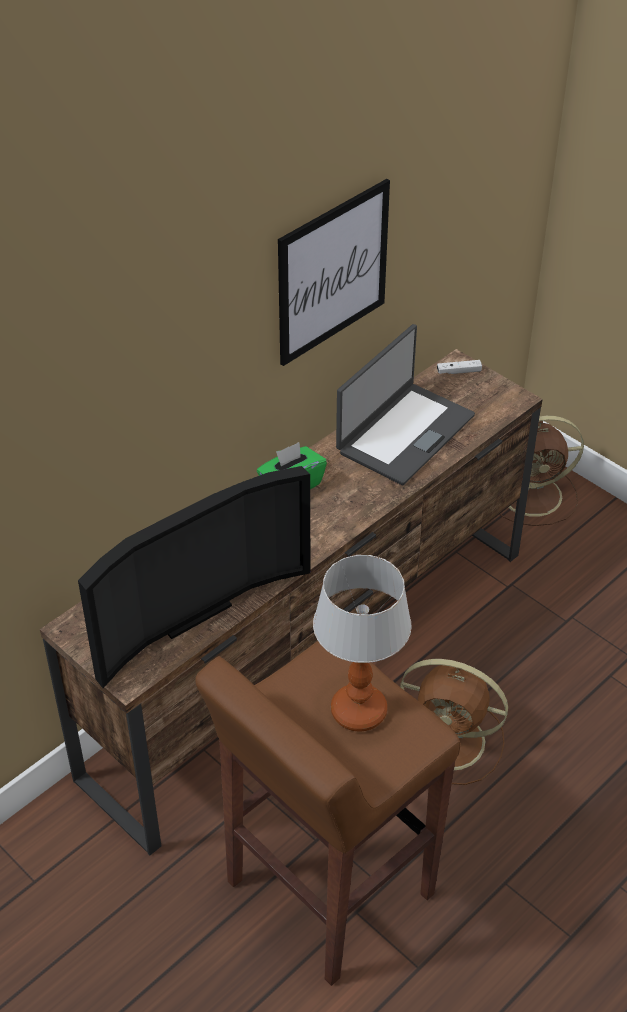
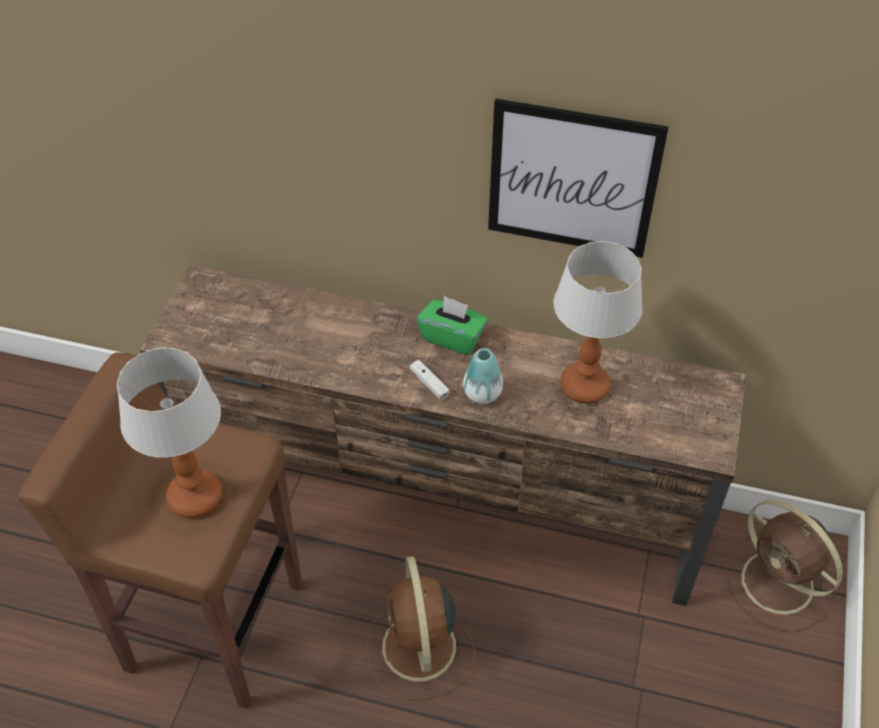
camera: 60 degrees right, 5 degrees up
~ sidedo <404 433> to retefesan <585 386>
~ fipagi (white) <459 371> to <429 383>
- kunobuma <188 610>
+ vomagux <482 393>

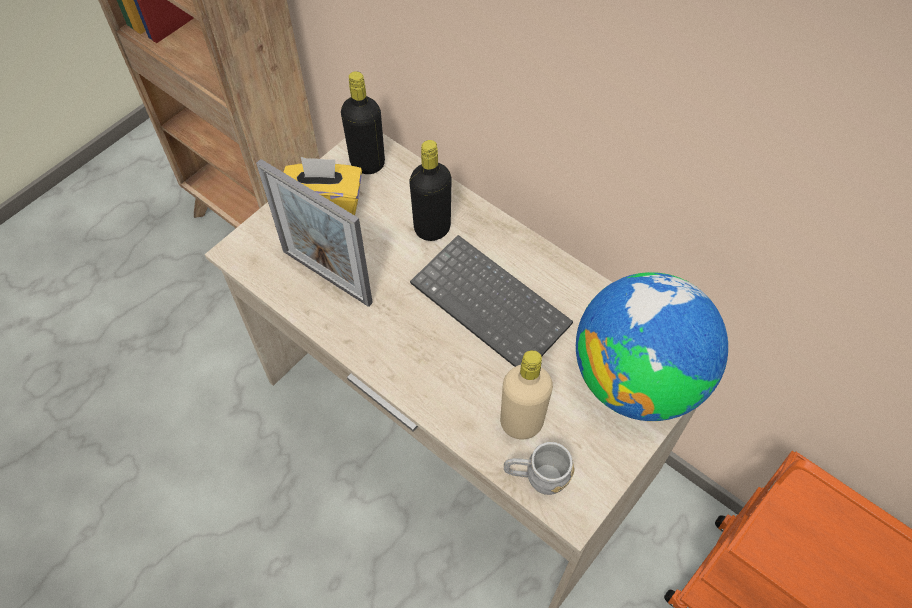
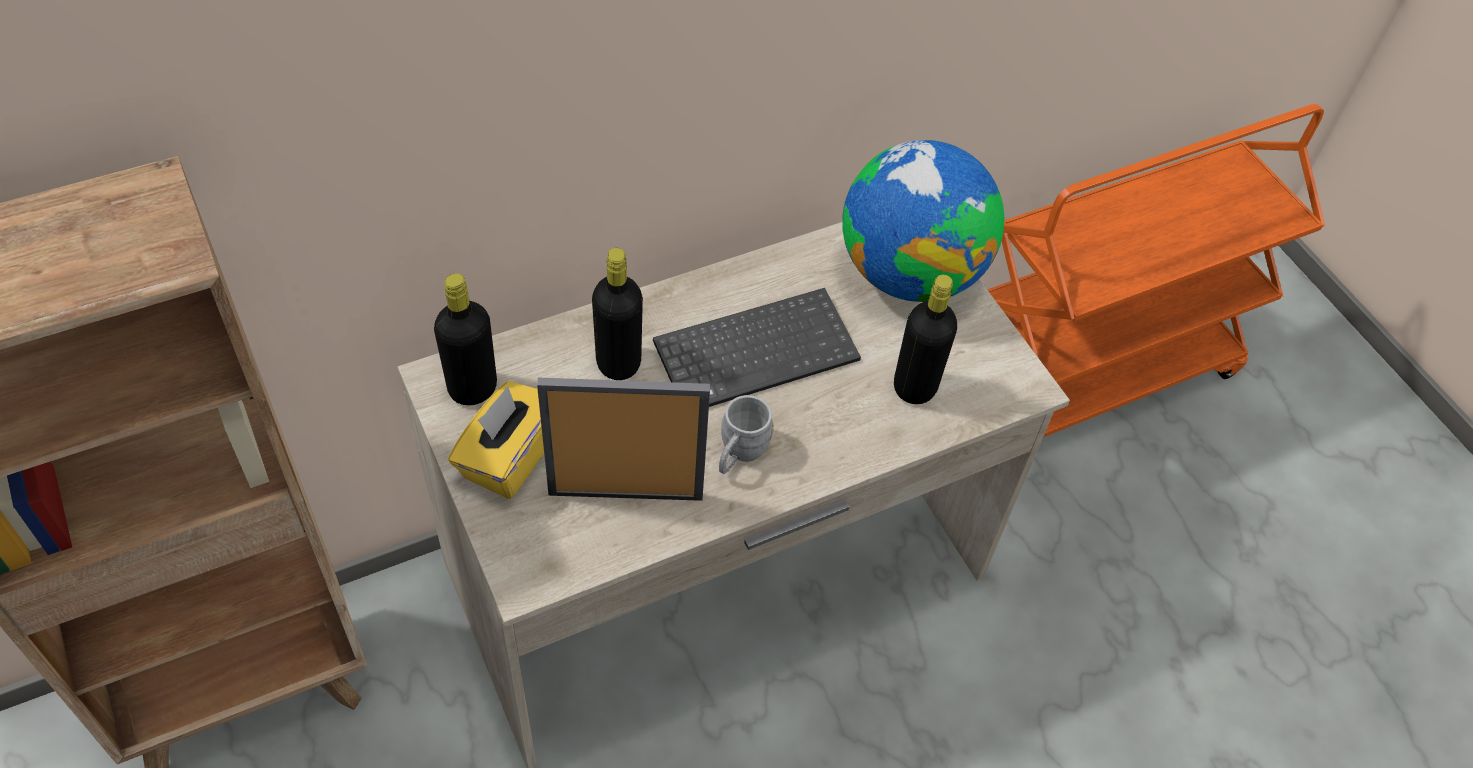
camera: 70 degrees left, 5 degrees down
~ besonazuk <327 277> = <625 494> 150 degrees counterclockwise
~ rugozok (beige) <521 423> to rugozok (black) <914 387>
~ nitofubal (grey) <536 477> to <739 454>

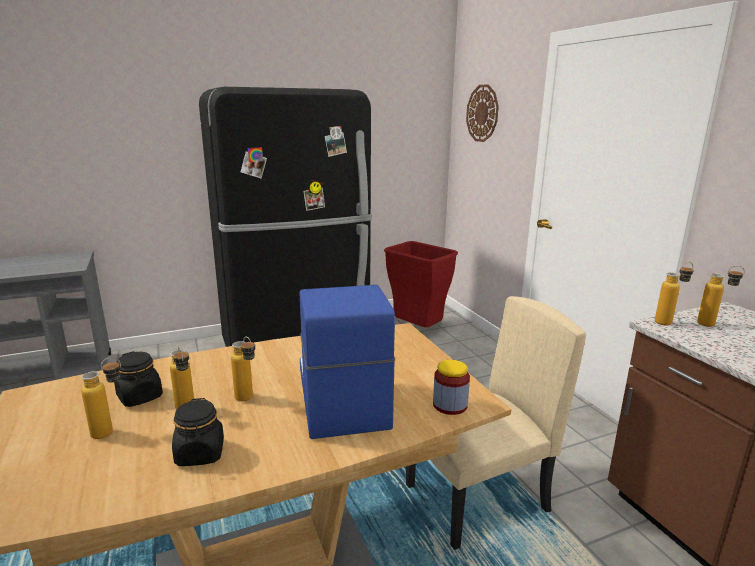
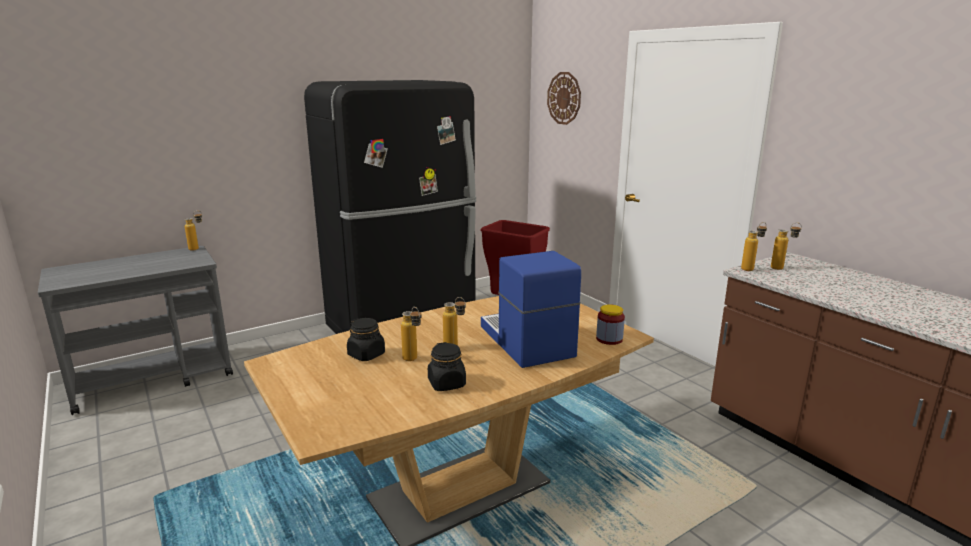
camera: 10 degrees left, 0 degrees up
- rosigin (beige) <477 499>
~ rugozok <111 431> to <198 248>

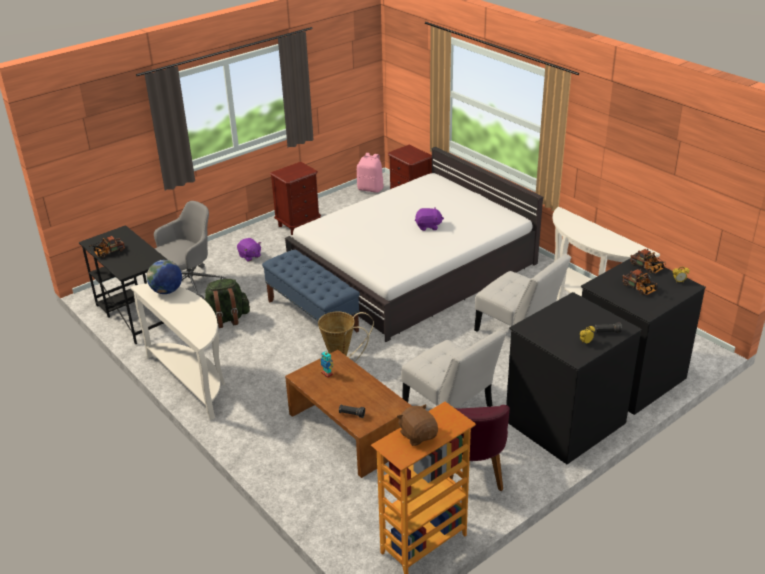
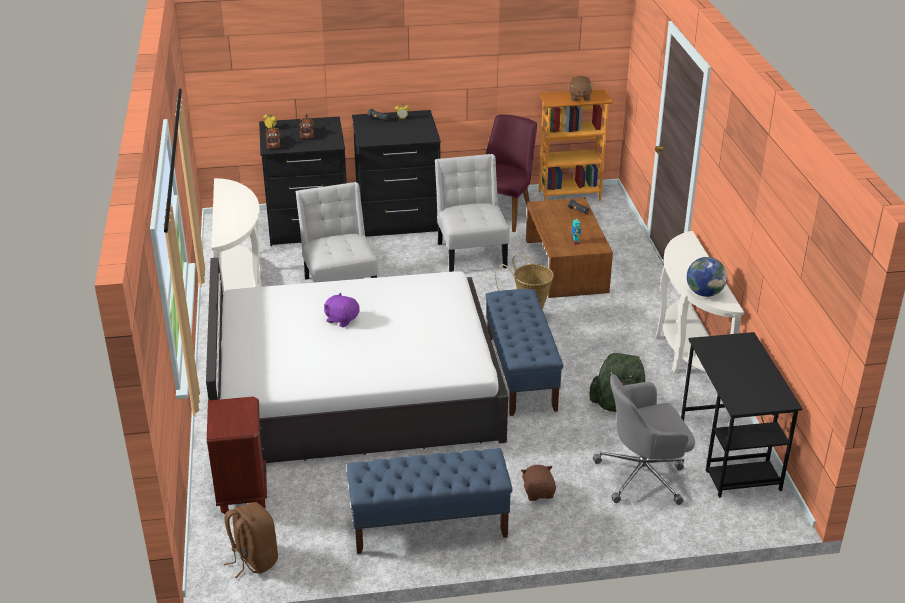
camera: 150 degrees left, 0 degrees up
~ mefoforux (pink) <370 189> to mefoforux (brown) <253 559>
~ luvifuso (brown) <299 225> to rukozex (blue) <428 526>
- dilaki <108 252>
~ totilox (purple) <249 256> to totilox (brown) <538 492>

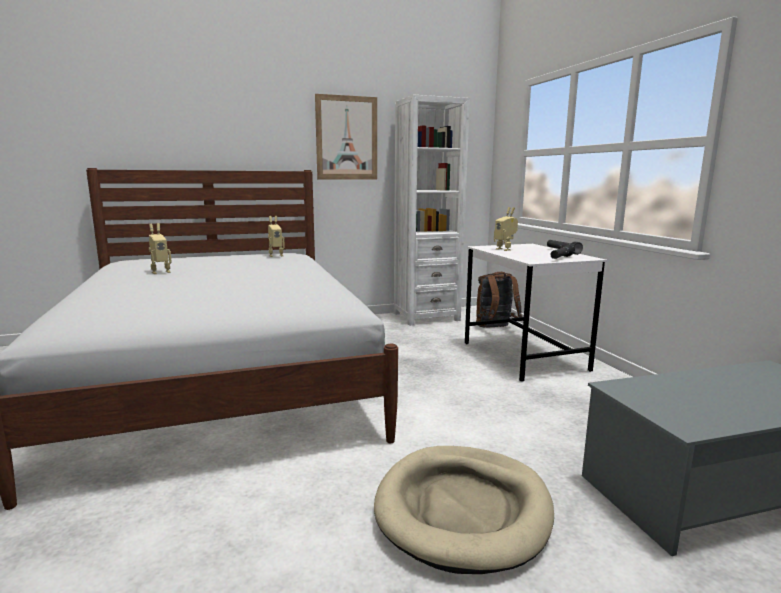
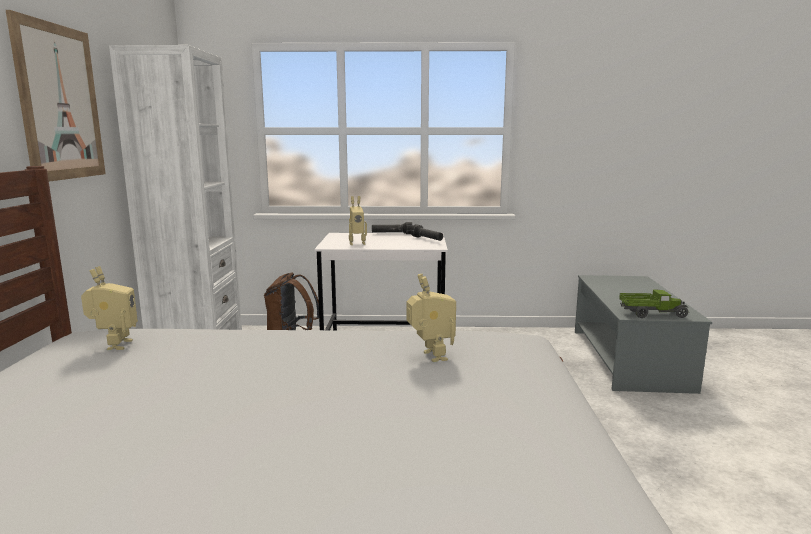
camera: 70 degrees left, 0 degrees up
~ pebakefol <160 272> to <430 356>
- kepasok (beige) <463 509>
+ dilaki <651 314>

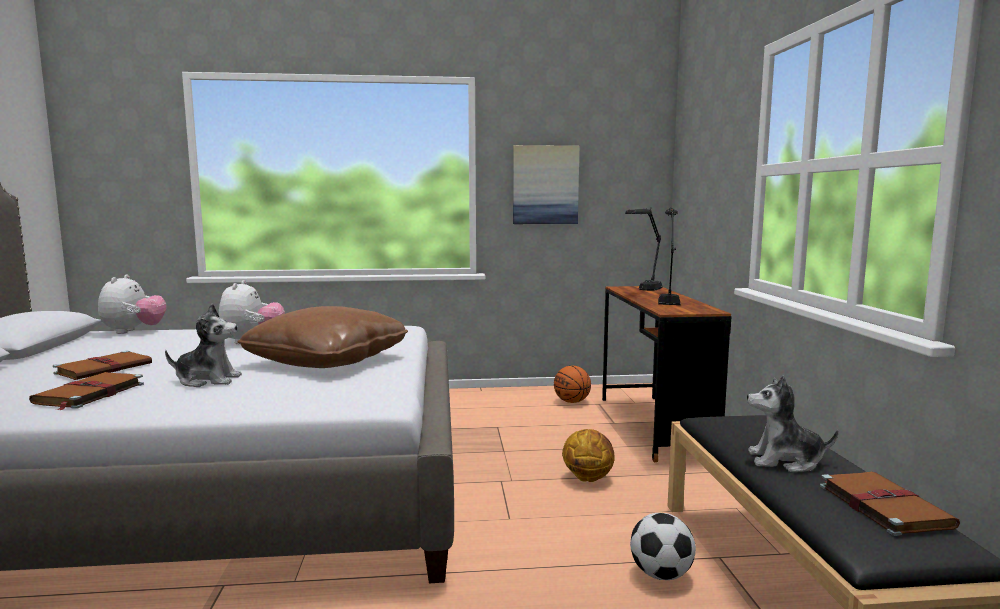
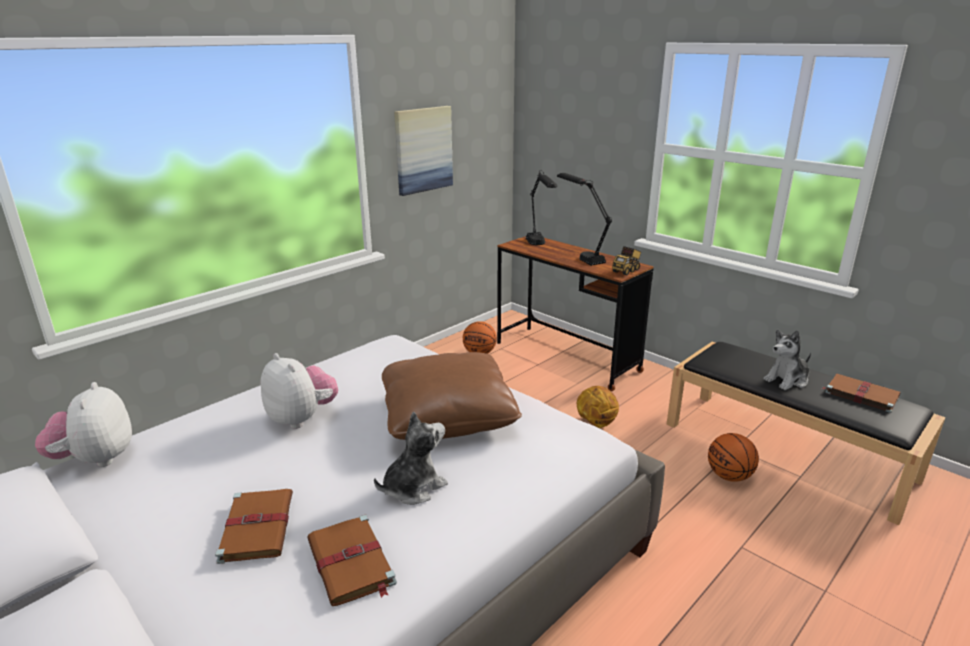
camera: 40 degrees left, 15 degrees up
~ totilox <133 331> = <95 459> 150 degrees counterclockwise
~ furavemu <661 575> to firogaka <729 476>
+ dilaki <626 271>

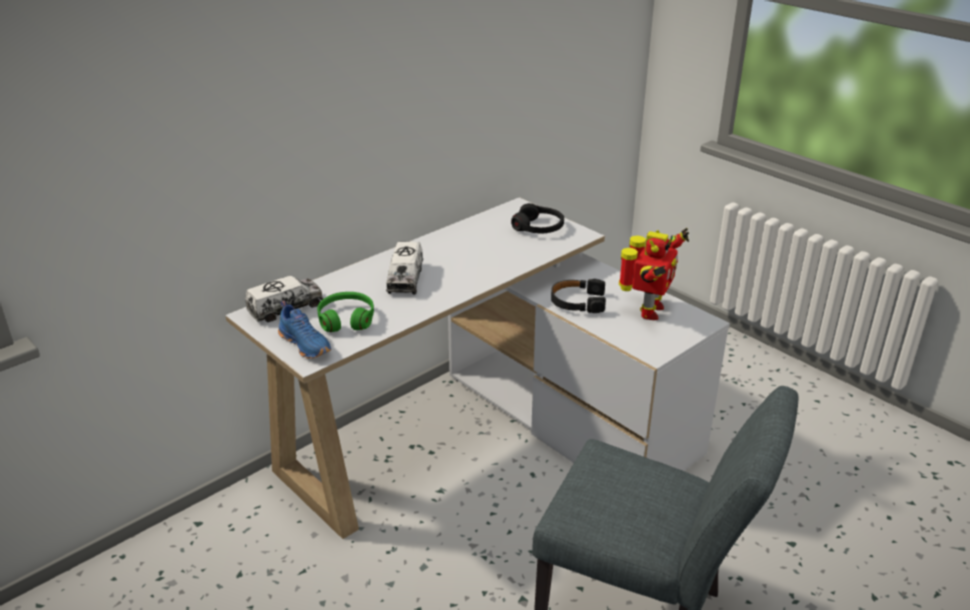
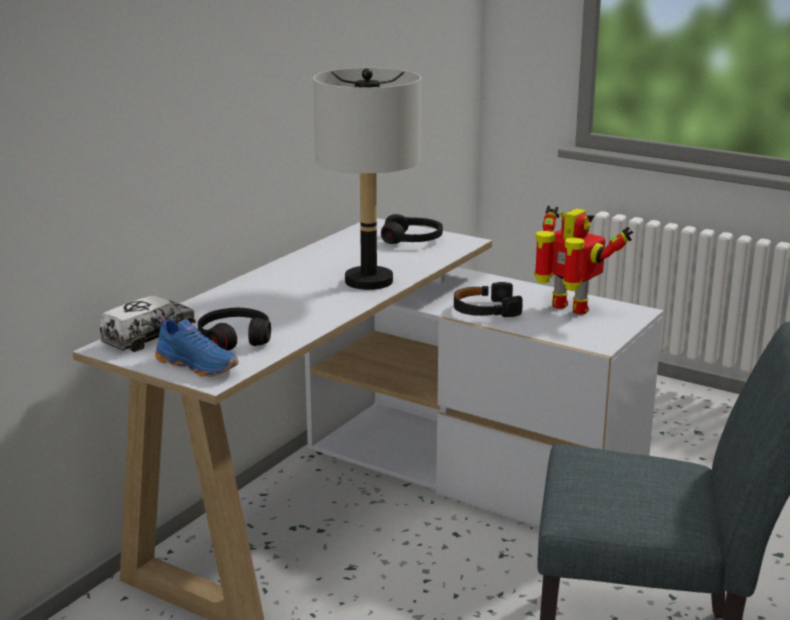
camera: 15 degrees left, 10 degrees down
~ pebakefol <648 311> = <569 309> 60 degrees counterclockwise
- dilaki <405 279>
~ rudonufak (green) <346 319> to rudonufak (black) <234 338>
+ retefesan (grey) <369 281>

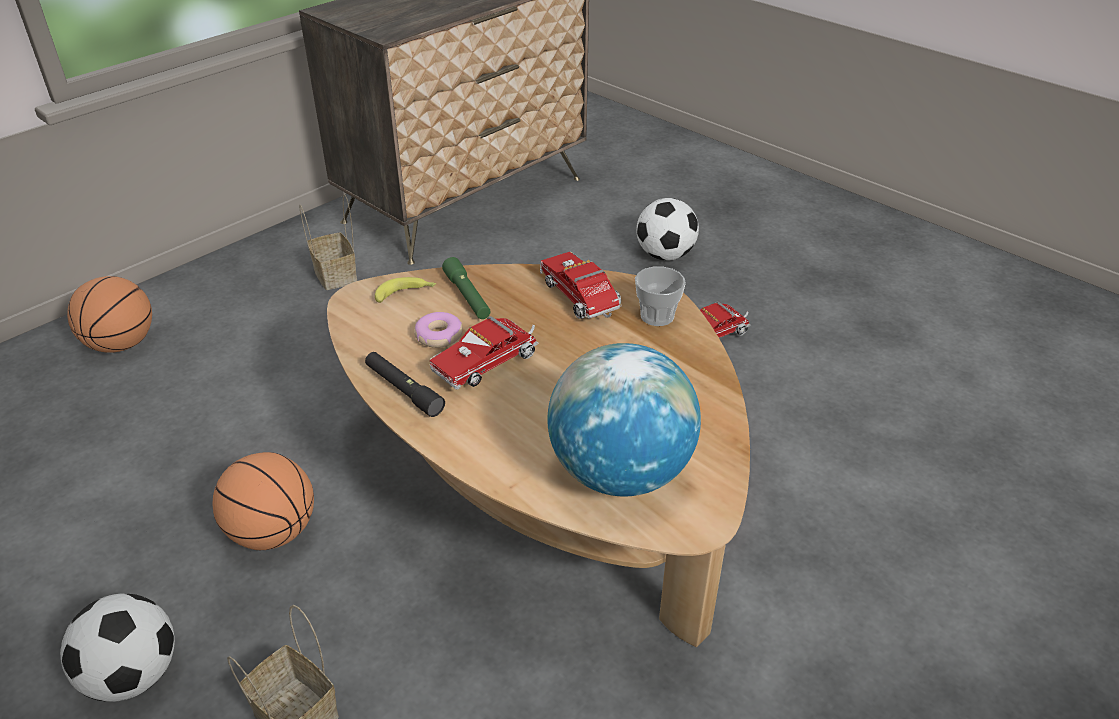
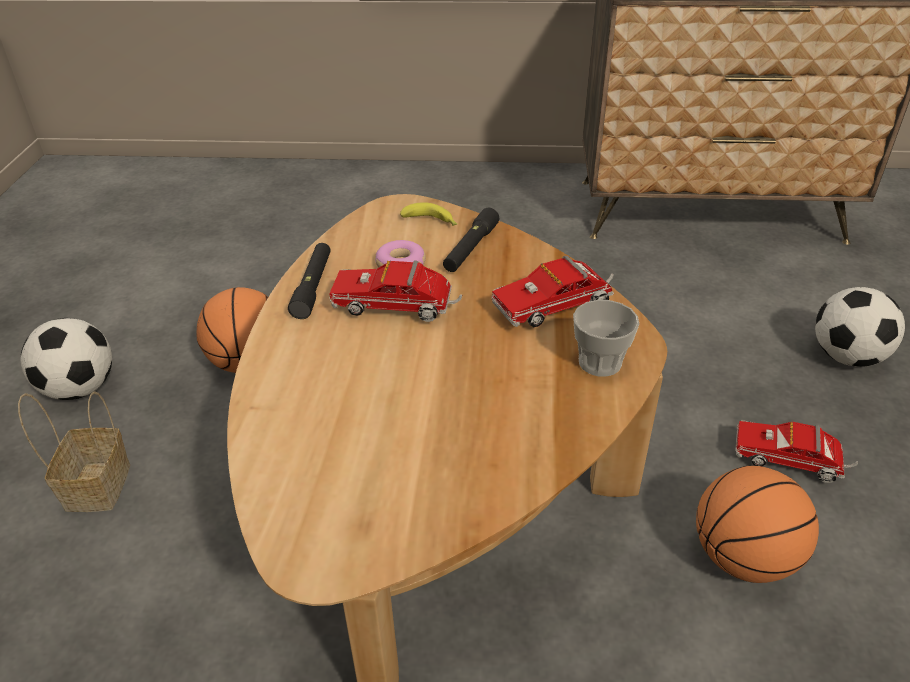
camera: 50 degrees right, 0 degrees up
- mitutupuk <337 276>
~ dilaki <582 299> = <556 306> 135 degrees counterclockwise
~ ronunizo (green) <467 296> to ronunizo (black) <470 248>
~ firogaka <121 344> to <743 558>
- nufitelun <620 472>

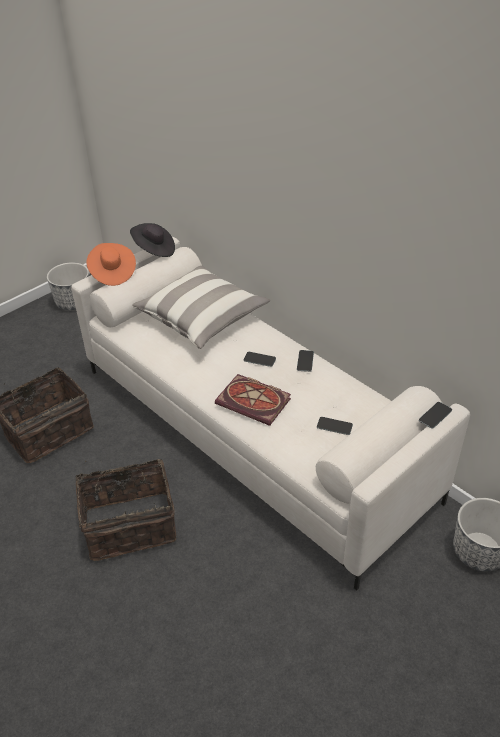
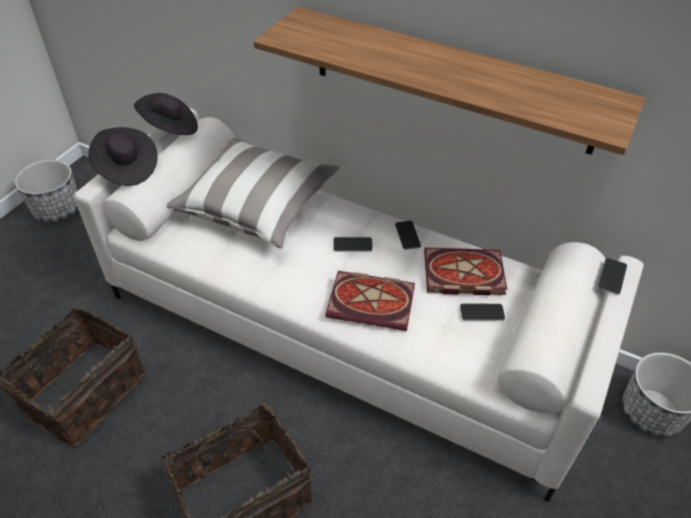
camera: 20 degrees left, 5 degrees up
~ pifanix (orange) <112 273> to pifanix (black) <126 168>
+ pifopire <451 80>
+ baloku <461 274>

